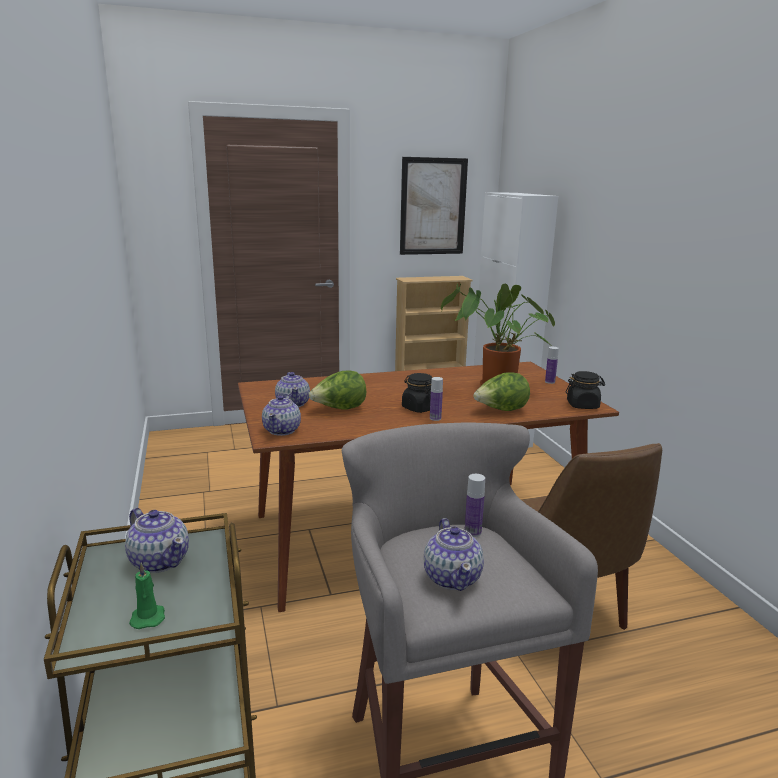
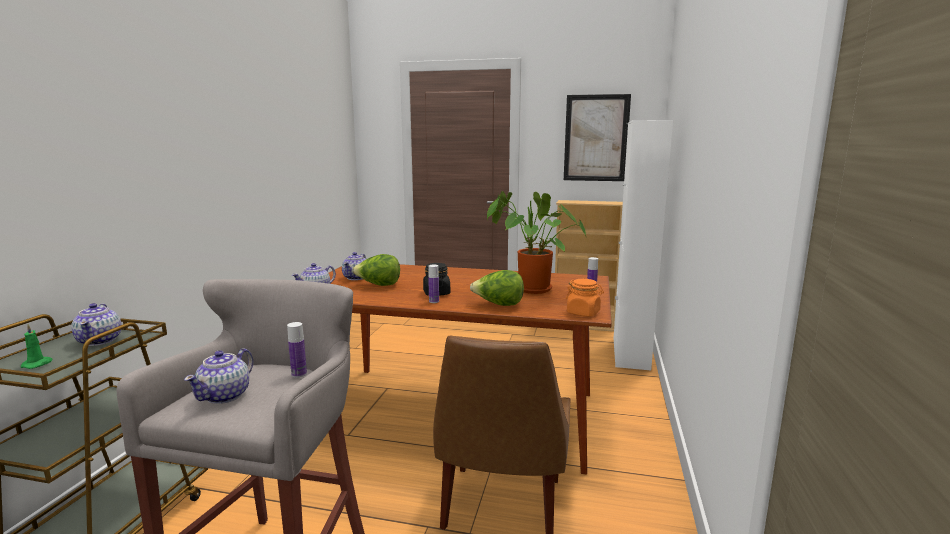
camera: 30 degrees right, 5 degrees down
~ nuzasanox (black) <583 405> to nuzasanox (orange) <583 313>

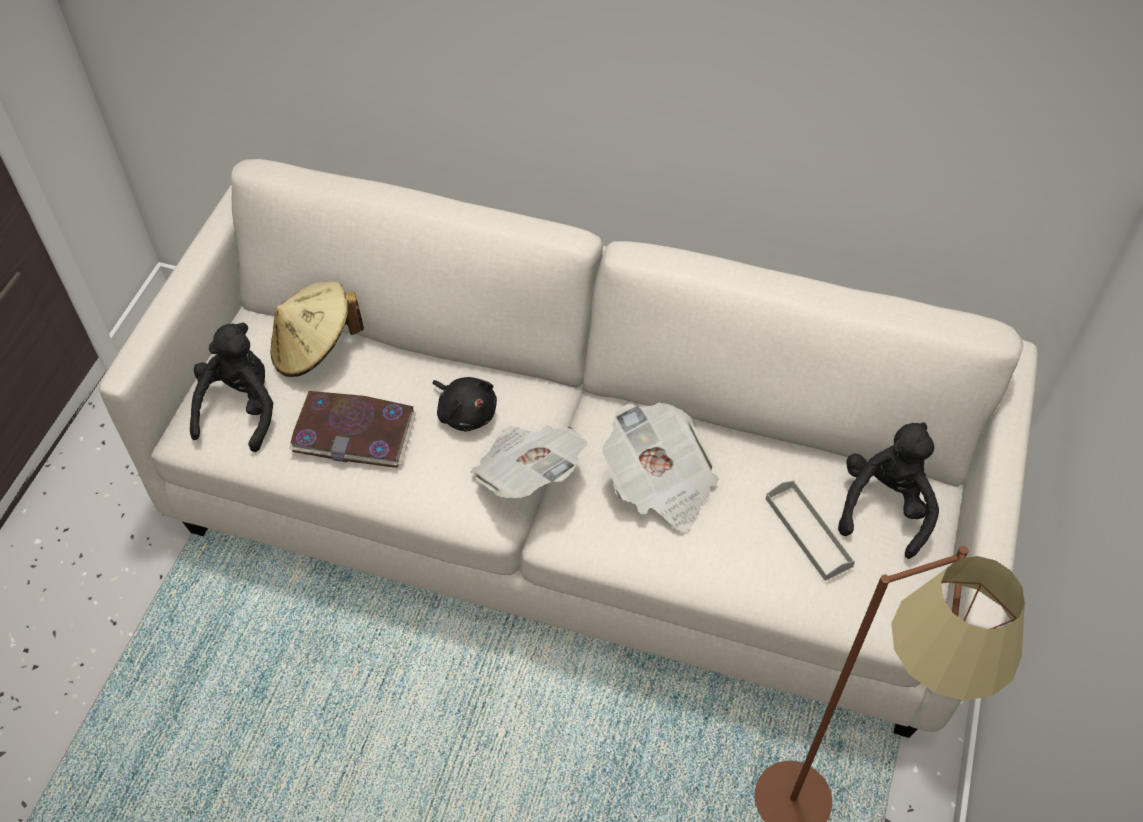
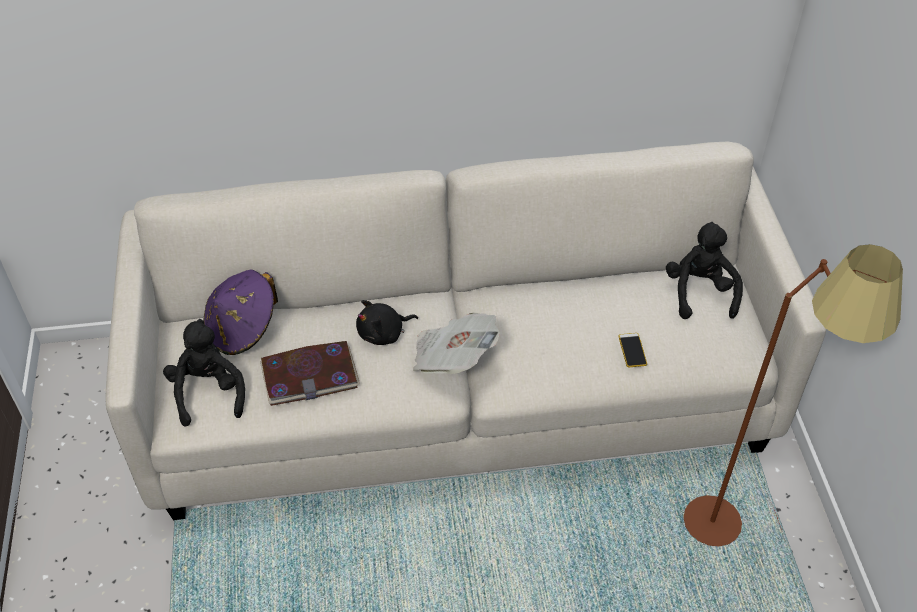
camera: 25 degrees left, 5 degrees down
~ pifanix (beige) <315 348> to pifanix (purple) <243 329>
~ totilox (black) <466 412> = <383 333> 135 degrees clockwise
- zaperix <659 484>
- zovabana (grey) <808 532>
+ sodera <632 350>

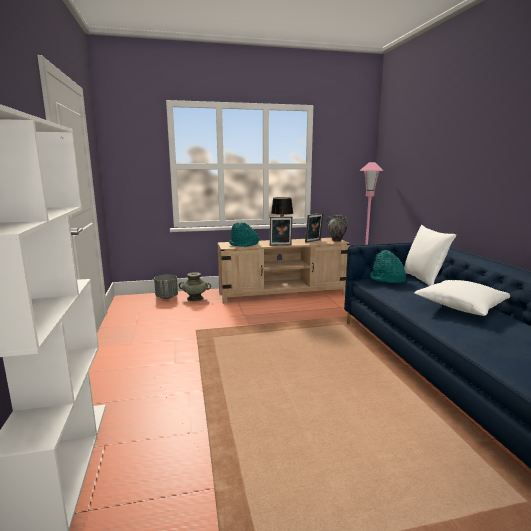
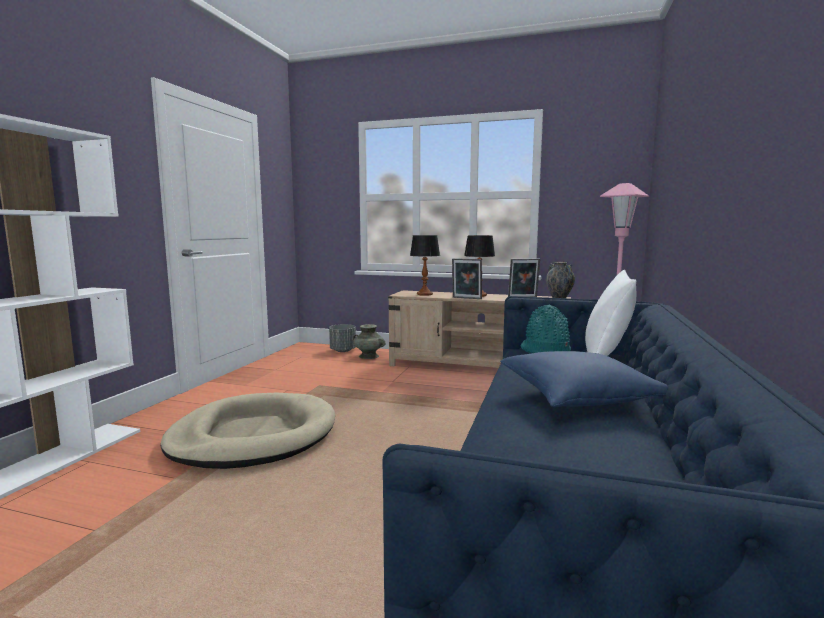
camera: 30 degrees right, 5 degrees down
~ pifanix (turquoise) <244 244> to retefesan <424 294>
~ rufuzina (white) <461 307> to rufuzina (blue) <577 397>
+ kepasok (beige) <253 436>

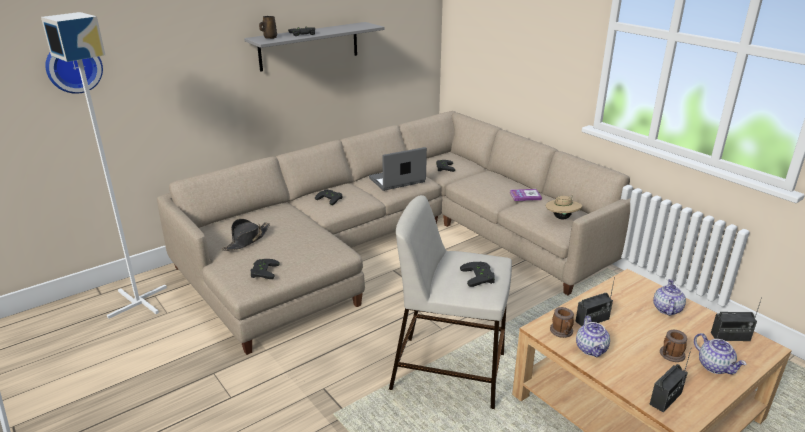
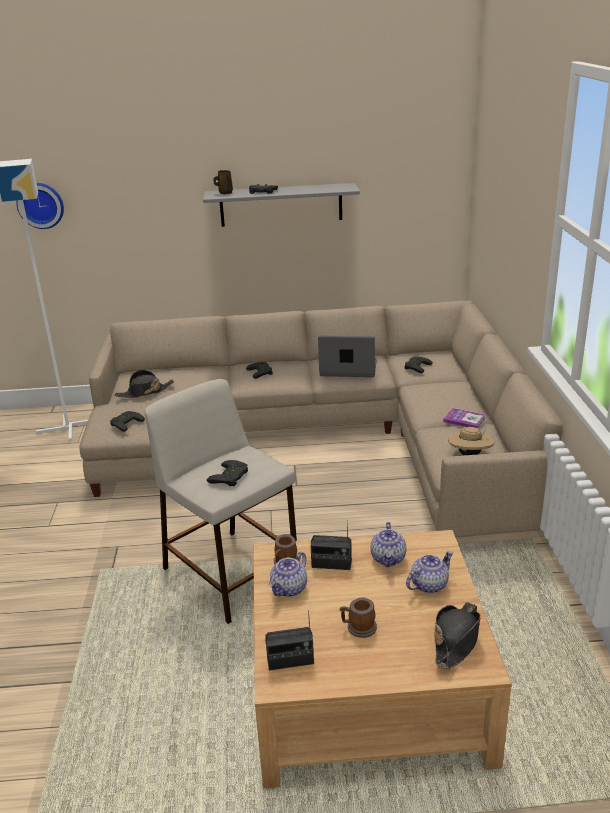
camera: 35 degrees right, 0 degrees up
~ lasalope <730 337> to pifanix (black) <456 640>
~ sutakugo <715 366> to <388 559>

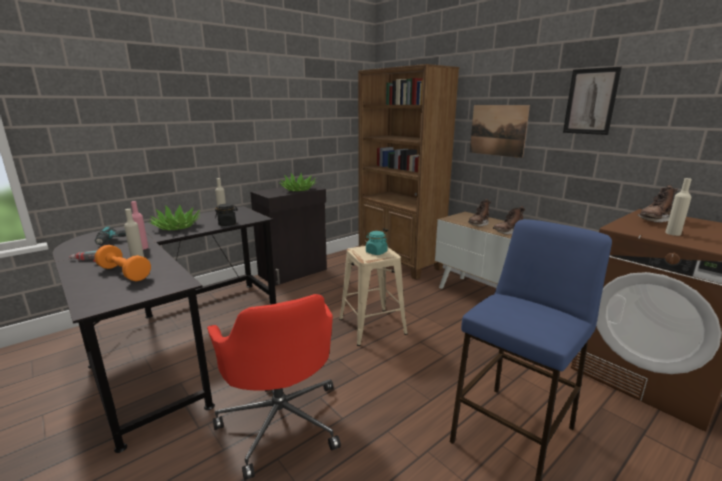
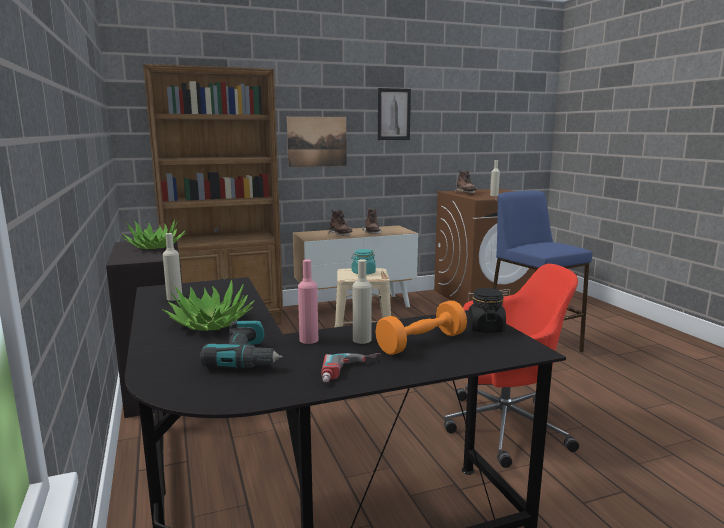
camera: 70 degrees left, 5 degrees down
~ nuzasanox (black) <227 224> to <485 328>

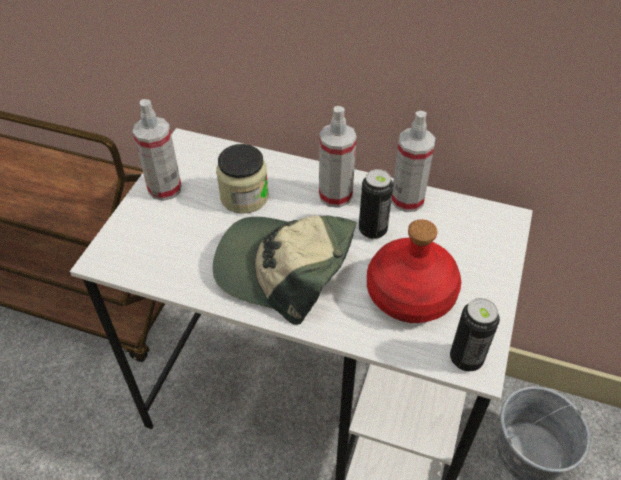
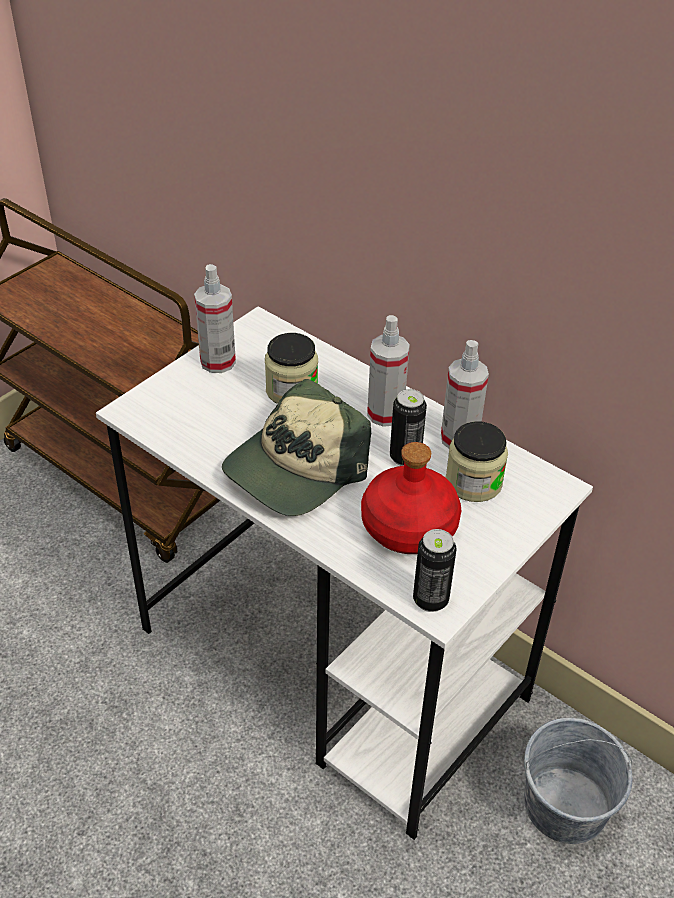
camera: 20 degrees right, 5 degrees down
~ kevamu <284 269> = <296 468> 90 degrees counterclockwise
+ nuzasanox <473 482>

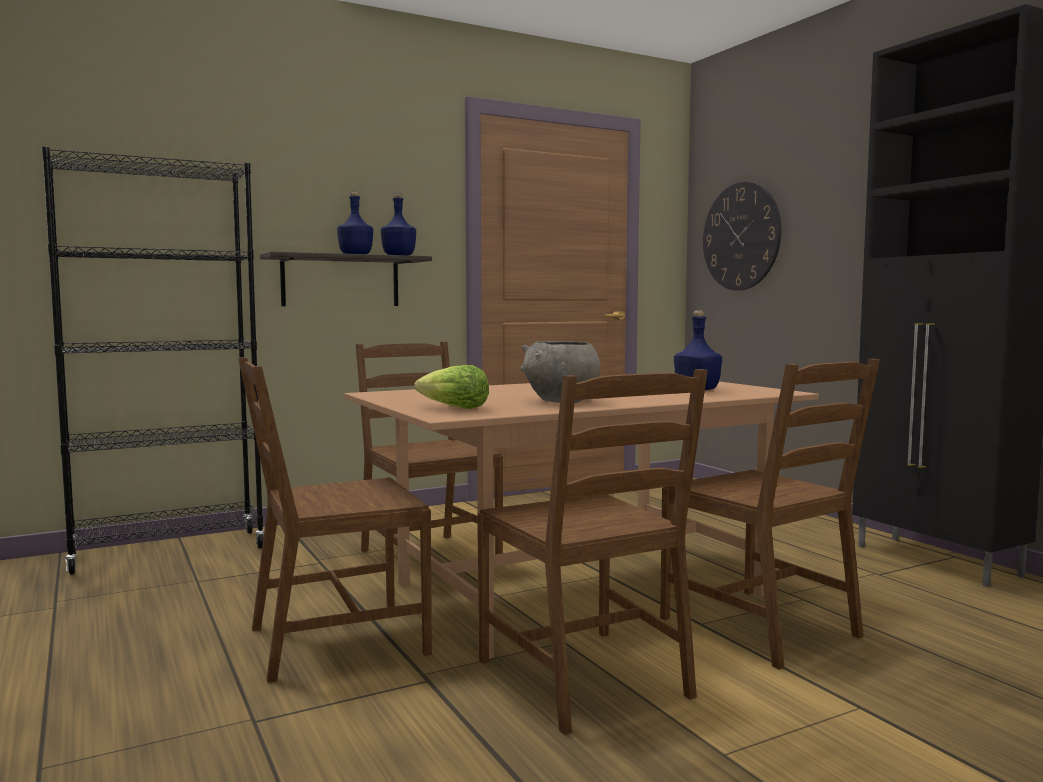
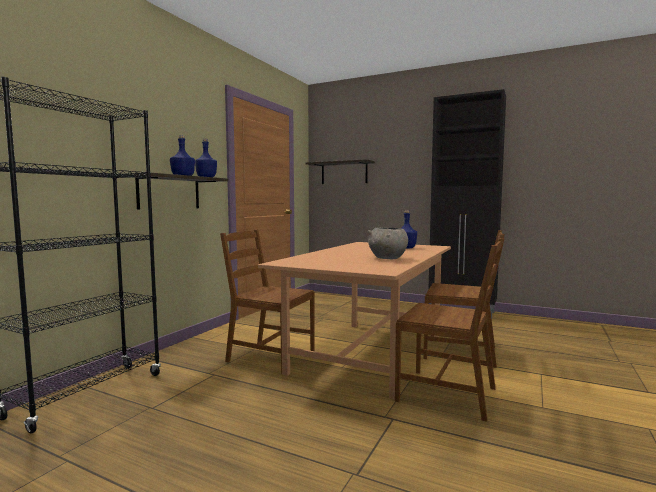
camera: 35 degrees left, 0 degrees up
~ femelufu <741 236> to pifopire <344 173>
- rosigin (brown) <336 641>
- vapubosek <453 408>

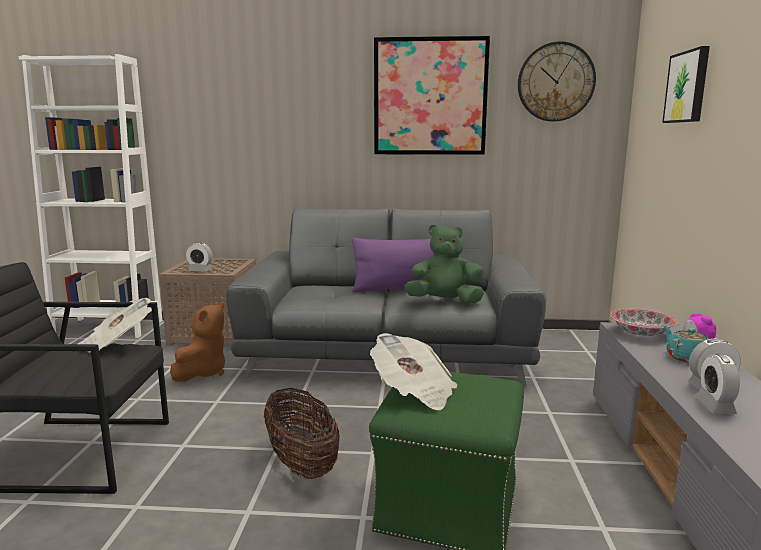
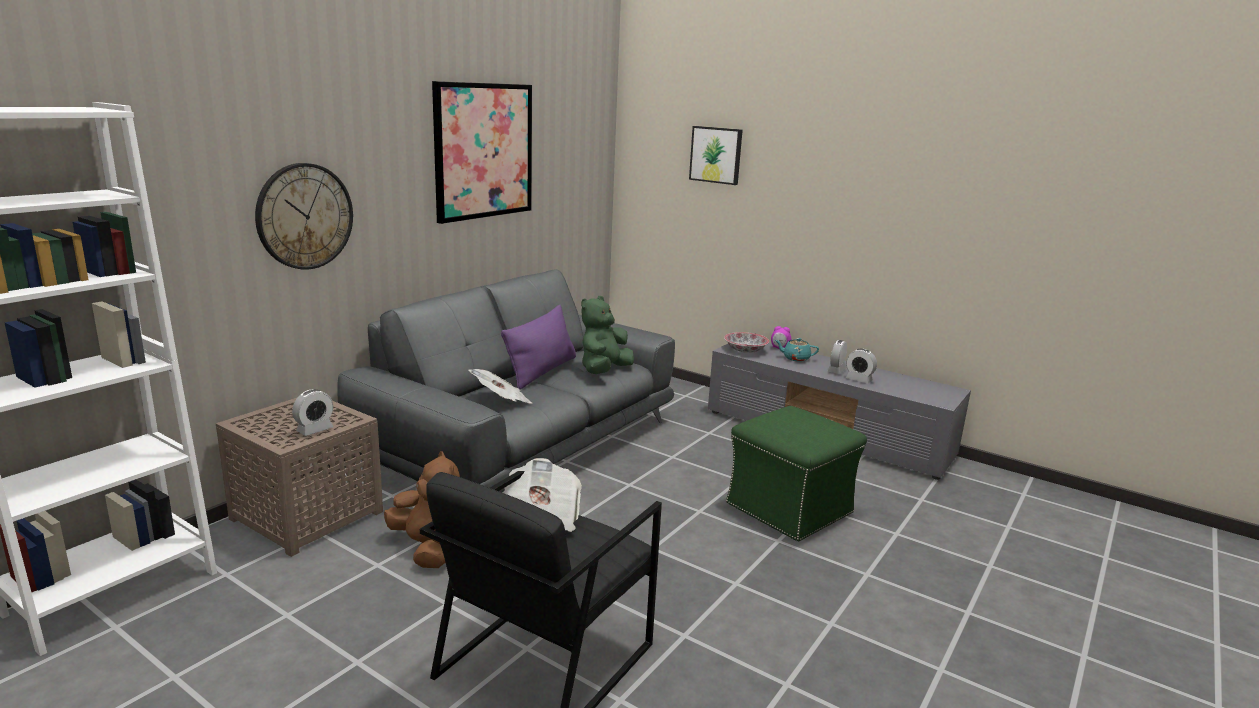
camera: 60 degrees left, 5 degrees up
~ femelufu <555 82> to <304 216>
~ zaperix <414 392> to <501 401>
- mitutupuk <301 464>

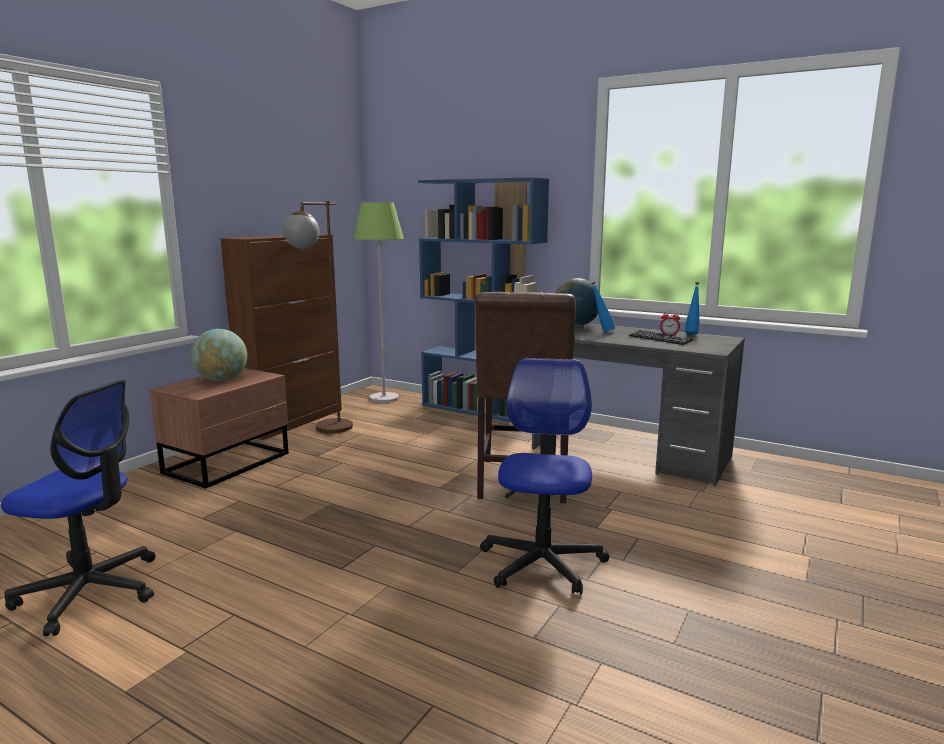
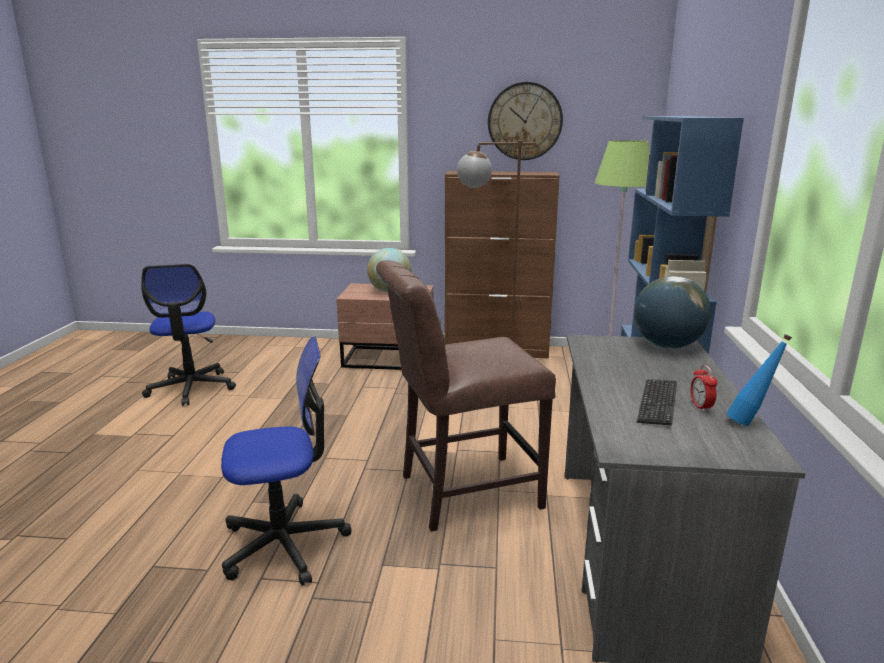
camera: 65 degrees right, 5 degrees up
- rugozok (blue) <602 331>
+ femelufu <524 121>

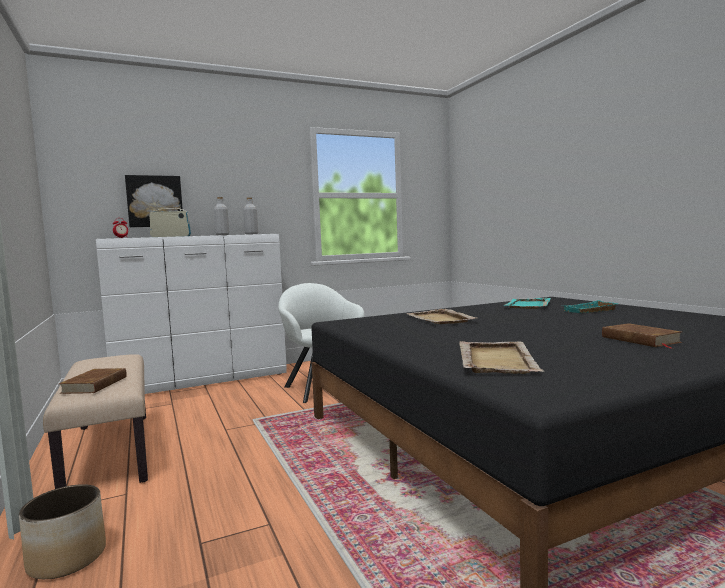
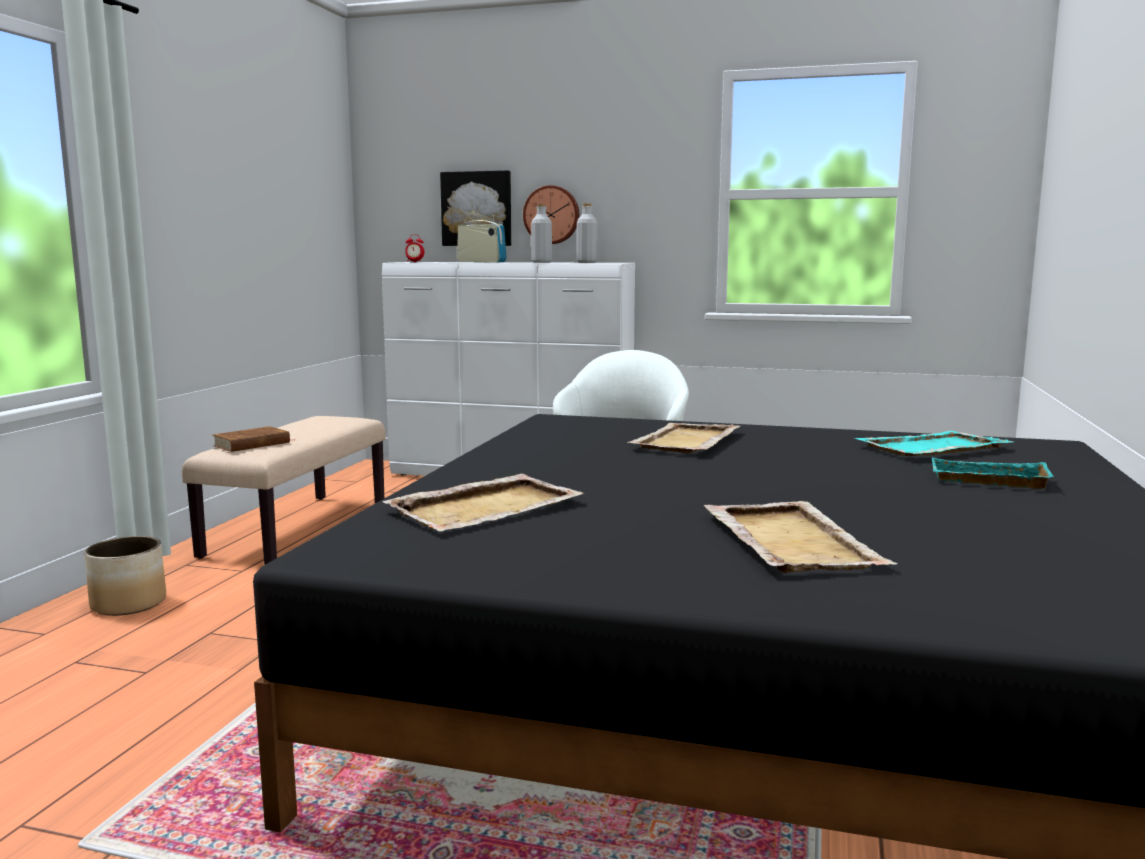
camera: 40 degrees right, 5 degrees up
~ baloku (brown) <640 340> to zovabana (beige) <790 541>
+ femelufu <552 215>

